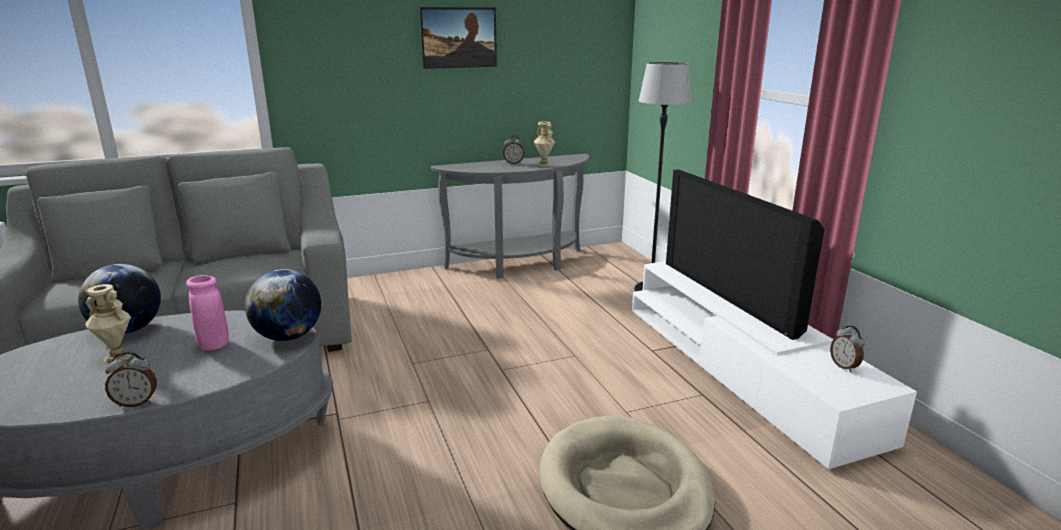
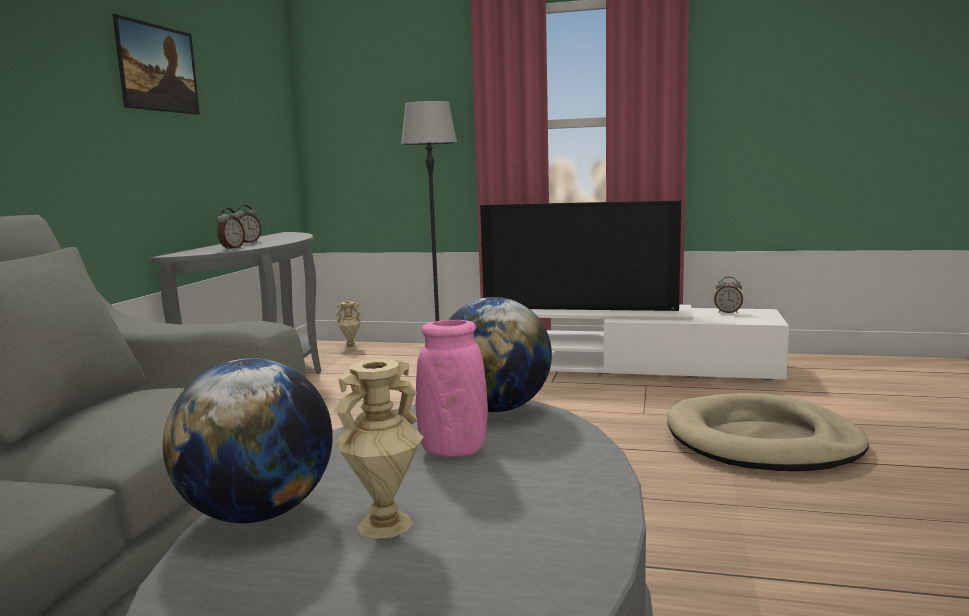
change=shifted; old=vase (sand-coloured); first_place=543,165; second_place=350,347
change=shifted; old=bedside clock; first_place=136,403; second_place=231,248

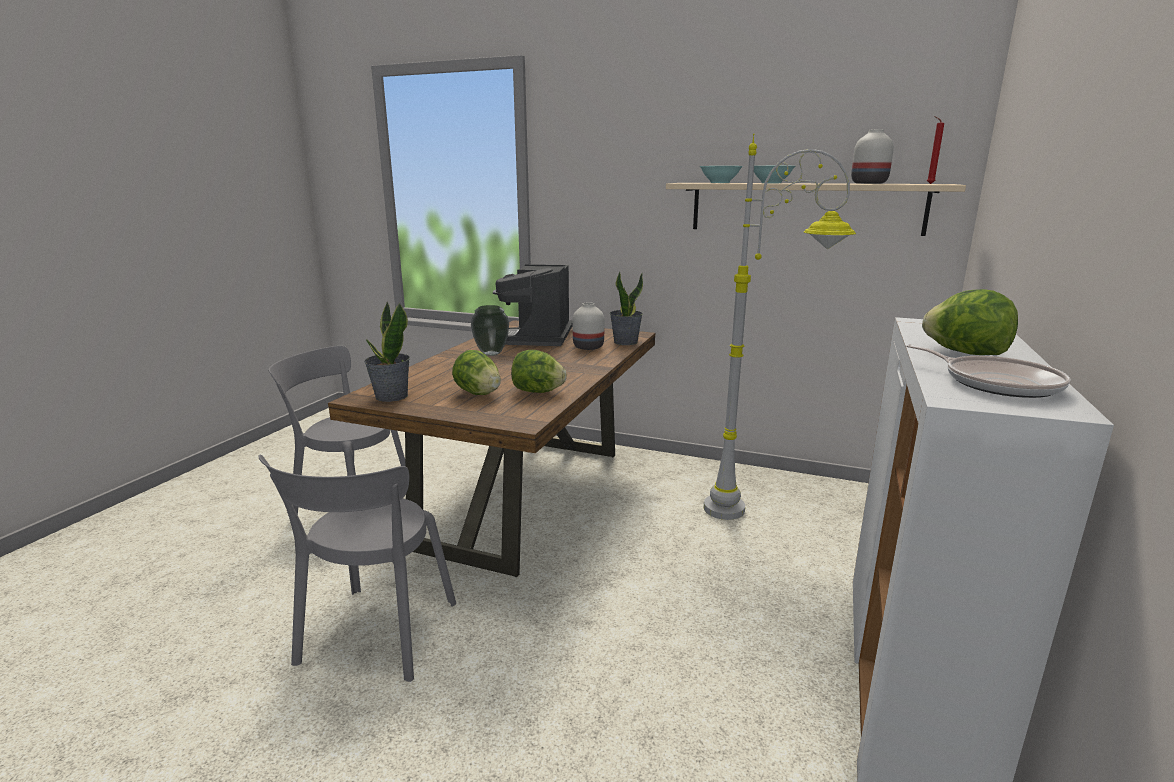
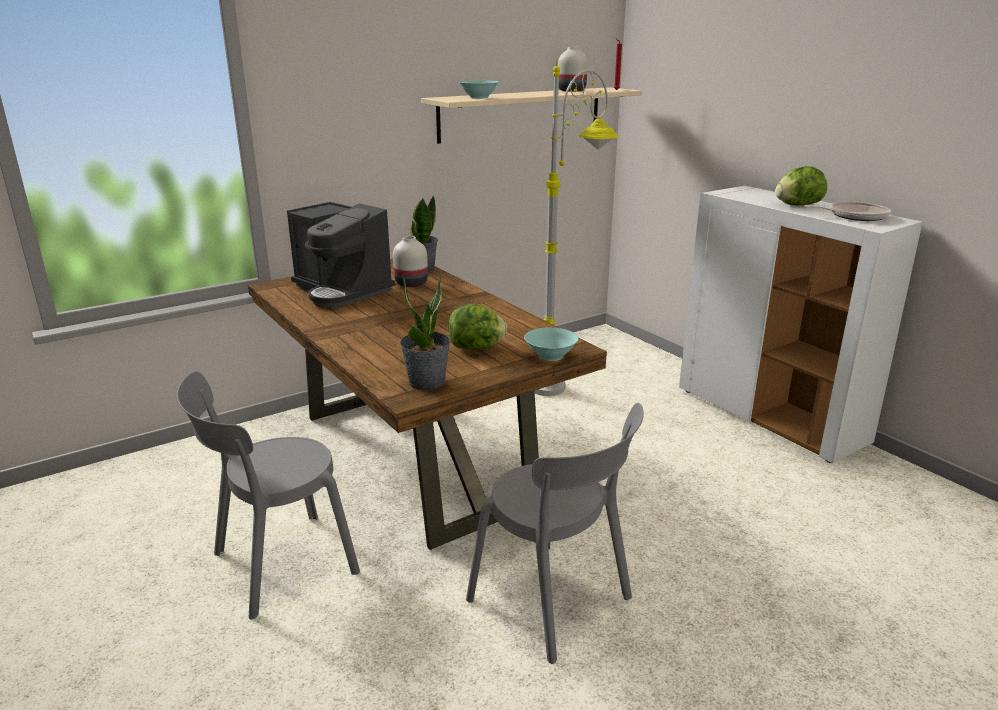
change=shifted; old=bowl (turquoise-coloured); first_place=771,183; second_place=550,356
change=gone; old=vase; first_place=491,354
change=gone; old=lettuce; first_place=537,392

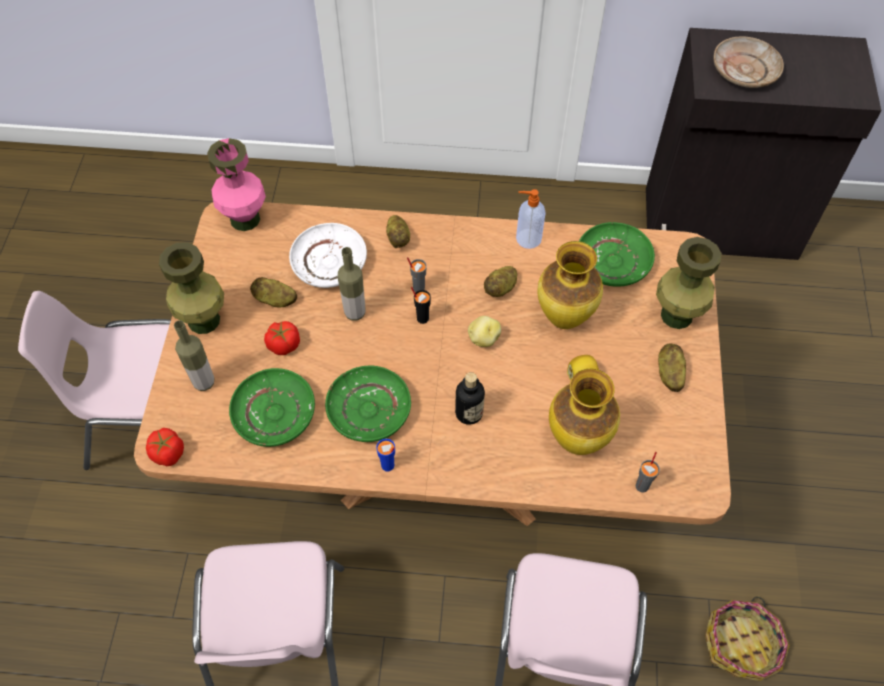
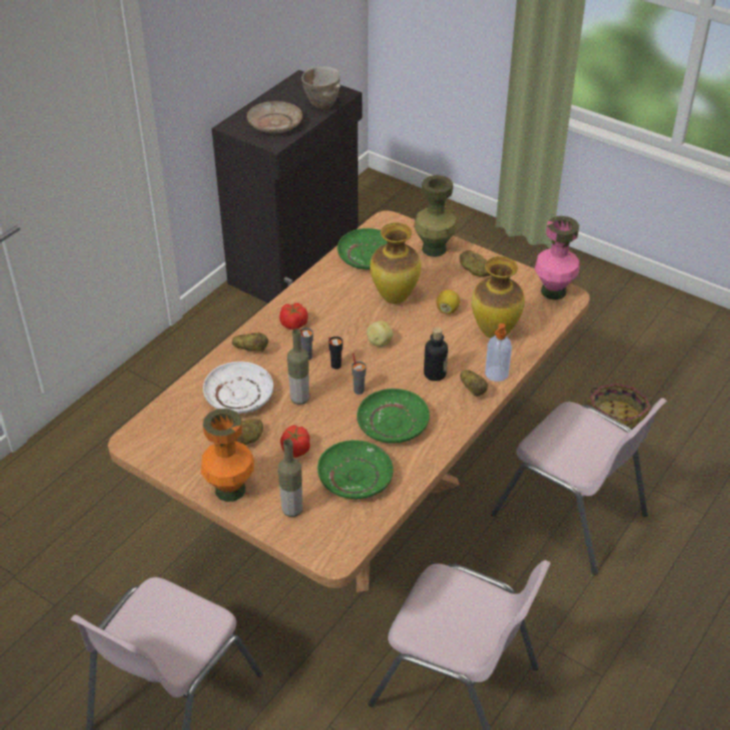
change=shifted; old=vase (pink); first_place=244,219; second_place=553,291
change=shifted; old=soap bottle; first_place=527,239; second_place=496,374
change=repainted; old=vase (green); new=vase (orange); first_place=204,320; second_place=230,489
change=shifted; old=potato; first_place=501,288; second_place=473,390
change=shifted; old=whole tomato; first_place=168,453; second_place=294,324
change=gone; old=cup (blue); first_place=388,466
change=shifted; old=cup (grey); first_place=642,486; second_place=359,390
change=new; new=bowl; second_place=321,105

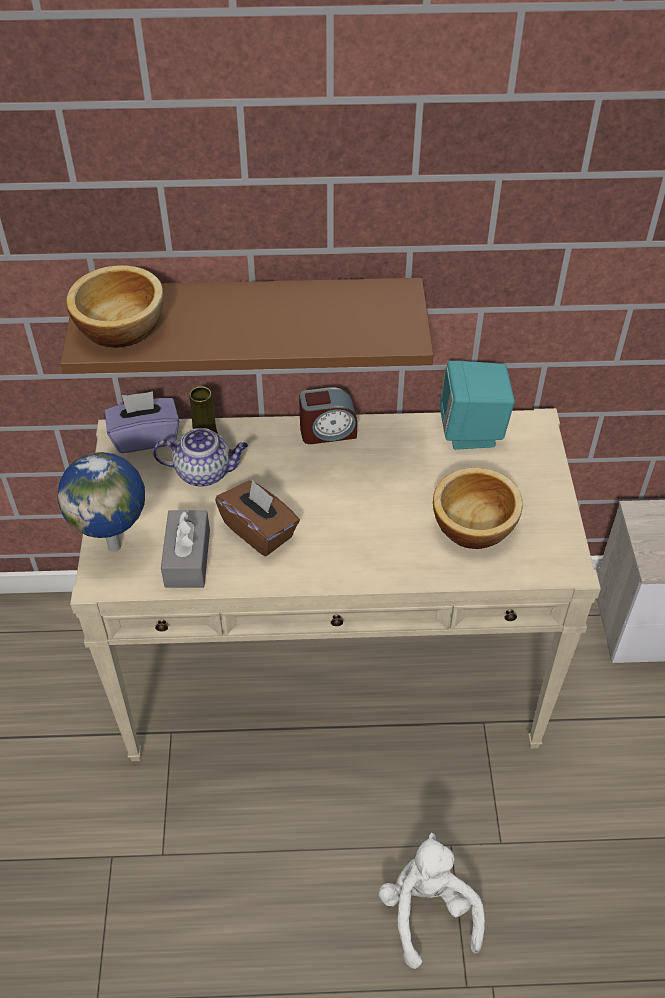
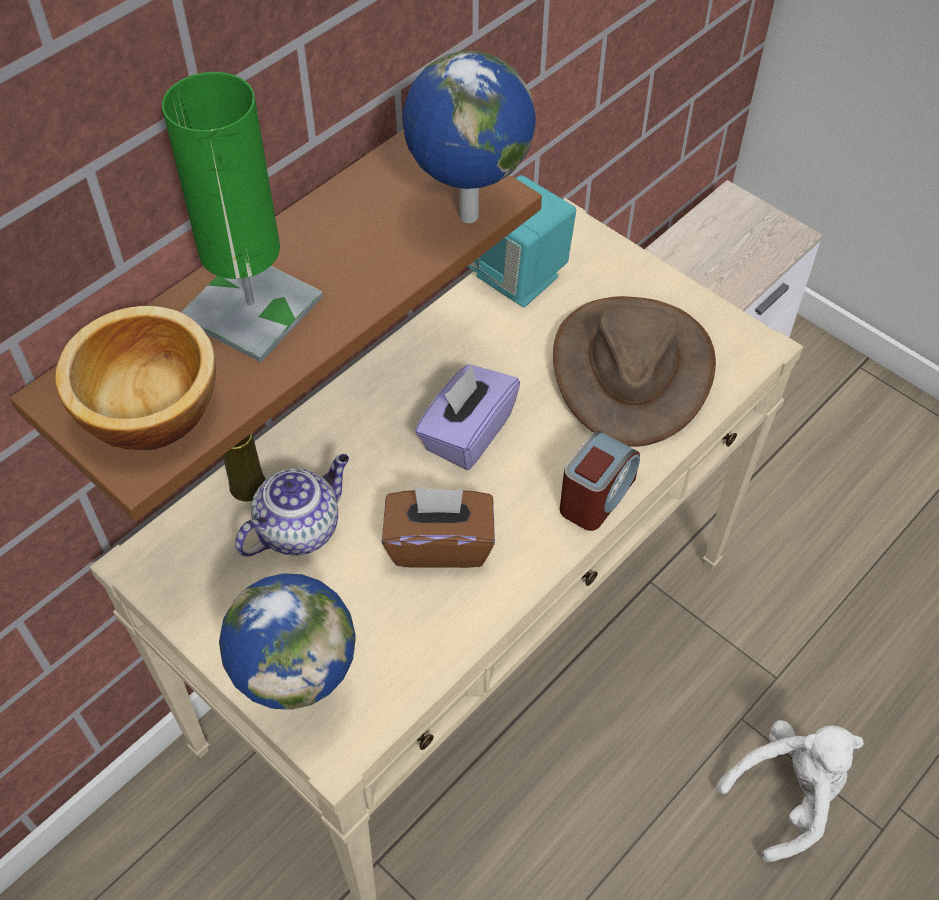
change=shifted; old=bedside clock; first_place=327,431; second_place=596,496
change=shifted; old=tissue holder (purple-coloured); first_place=145,437; second_place=467,433
change=swapped; old=bowl; new=hat (brown-coloured); first_place=473,524; second_place=631,369
change=gone; old=tissue holder (grey); first_place=187,558
change=rotated; old=soft toy (white); first_place=428,911; second_place=787,796; degrees=120
change=new; new=globe; second_place=466,216
change=new; new=tabletop lamp (green); second_place=251,308

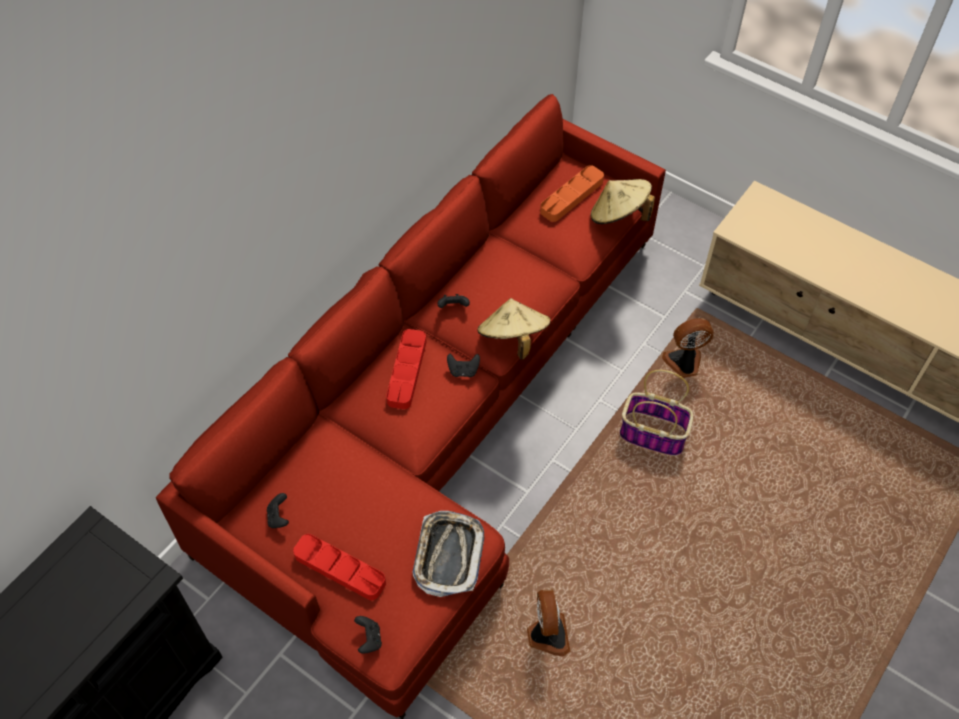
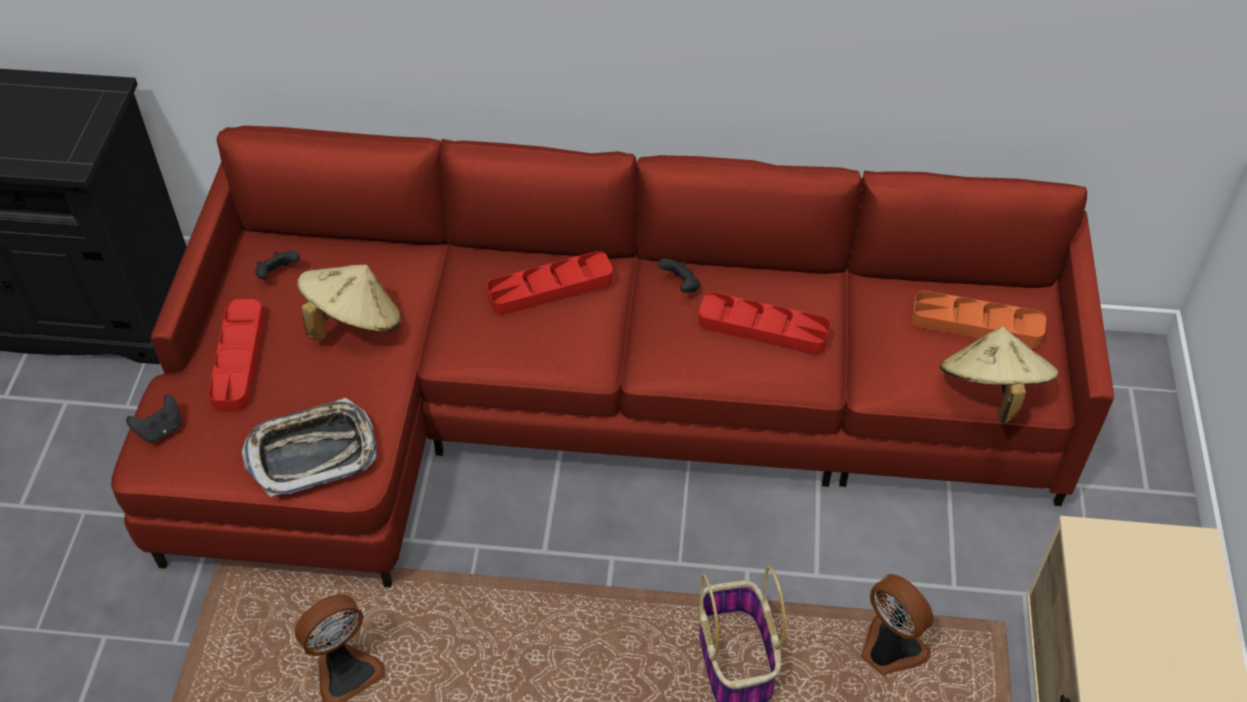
change=shifted; old=hat (sand-coloured); first_place=513,339; second_place=354,323
change=gone; old=game controller (black); first_place=463,371
change=new; new=serving tray (reddish); second_place=763,328

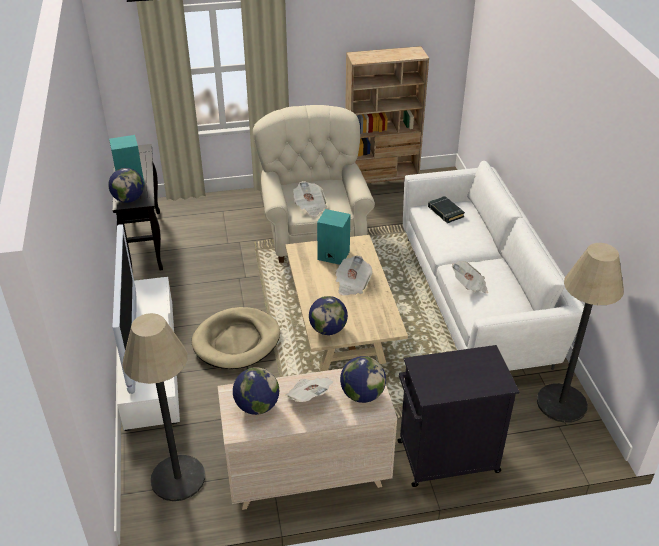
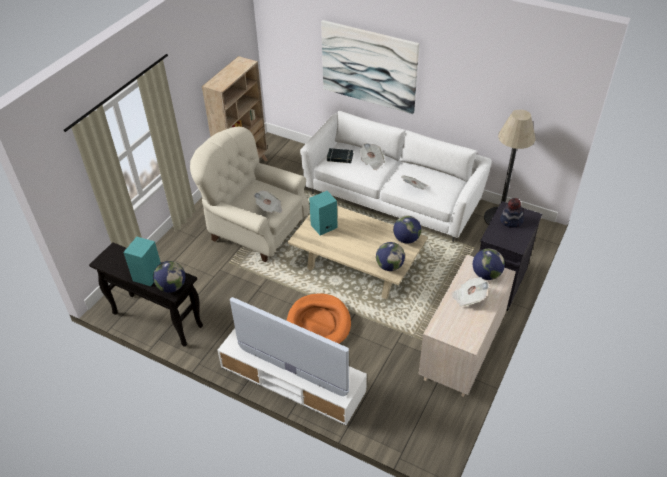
change=shifted; old=newspaper; first_place=352,284; second_place=372,162
change=repainted; old=pet bed (sand-coloured); new=pet bed (orange); first_place=237,341; second_place=318,324
change=gone; old=standard lamp; first_place=178,478
change=shifted; old=globe; first_place=257,406; second_place=406,239
change=new; new=picture; second_place=369,66
change=new; new=hat; second_place=511,221

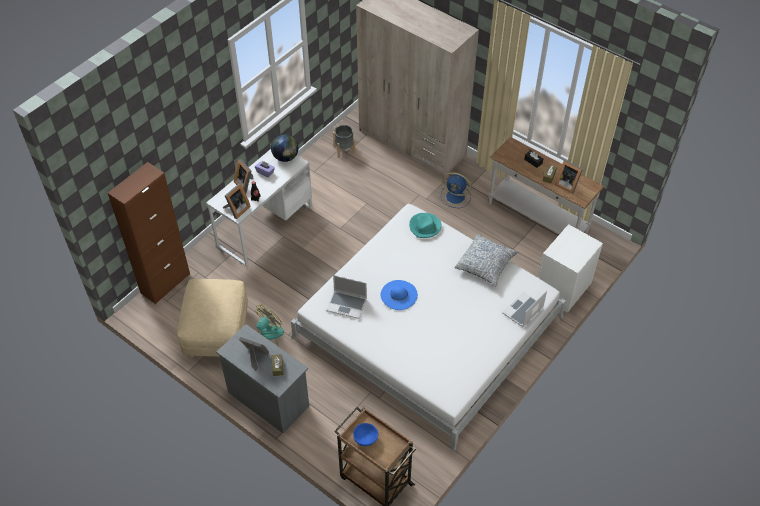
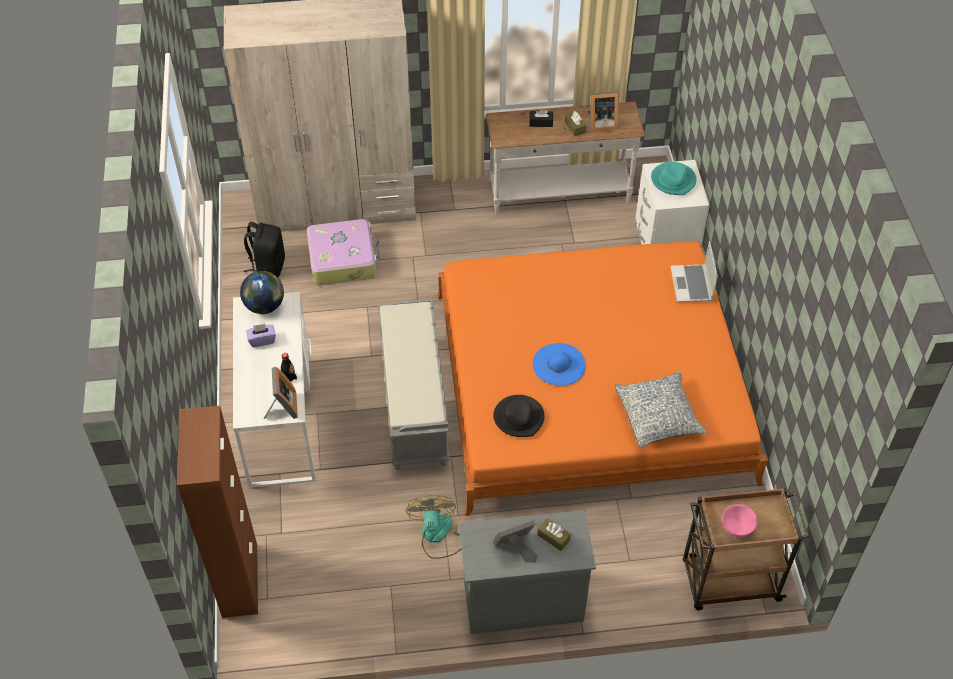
change=swapped; old=planter (grey); new=knapsack (black); first_place=344,150; second_place=268,267
change=gone; old=standing frame; first_place=245,184
change=gone; old=electric fan (blue); first_place=456,197
change=repainted; old=sleeping bed (white); new=sleeping bed (orange); first_place=428,327; second_place=590,385
change=shifted; old=hat (turquoise-coloured); first_place=425,227; second_place=673,180
change=shifted; old=throw pillow; first_place=485,264; second_place=658,416
change=swapped; old=notebook computer; new=hat (black); first_place=347,304; second_place=519,417
change=gone; old=pouffe (sand-coloured); first_place=216,332
change=repainted; old=bowl (blue); new=bowl (pink); first_place=365,439; second_place=737,527
change=new; new=travel case; second_place=343,259
change=new; new=bench (grey); second_place=415,403

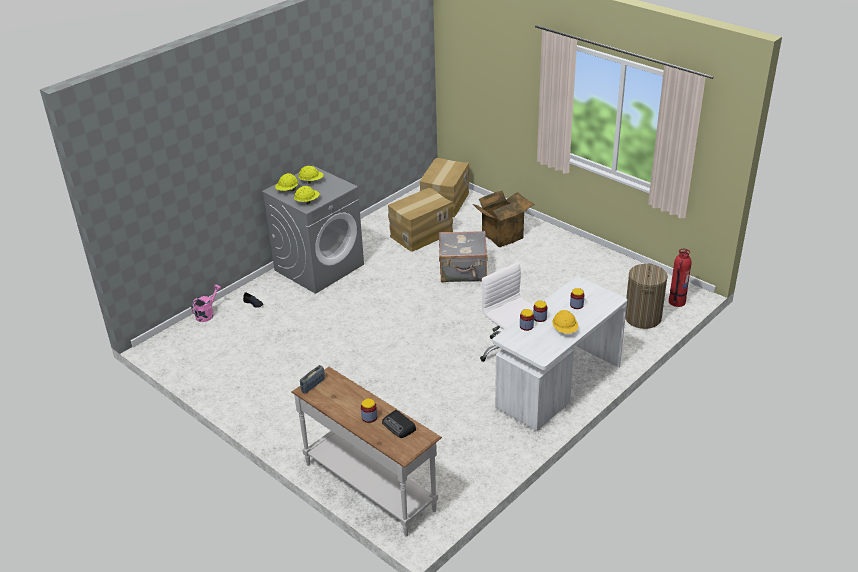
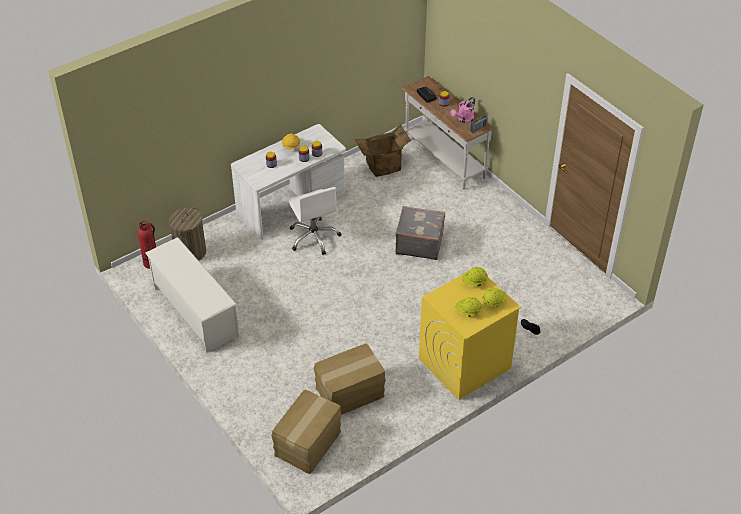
change=repainted; old=laundry appliance (grey); new=laundry appliance (yellowish); first_place=319,267; second_place=464,364
change=shifted; old=cardboard box; first_place=502,235; second_place=383,166
change=shifted; old=travel case (grey); first_place=463,271; second_place=419,243
change=shifted; old=watering can (pink); first_place=207,314; second_place=463,119
change=new; new=shoe shelf (white); second_place=195,312

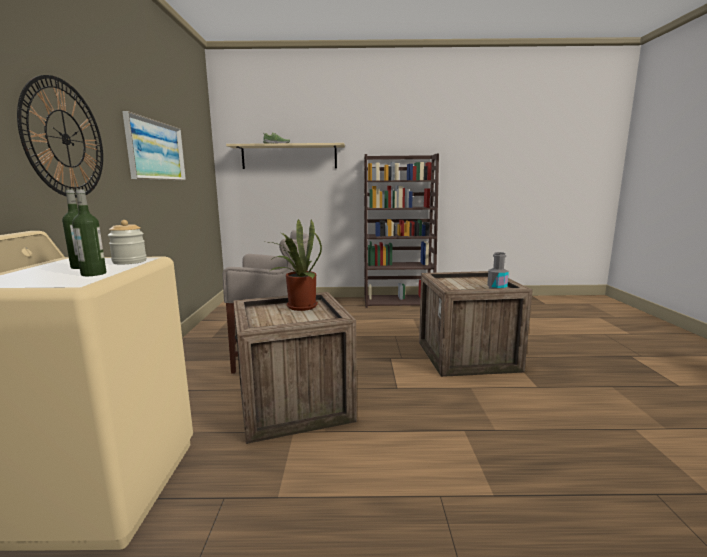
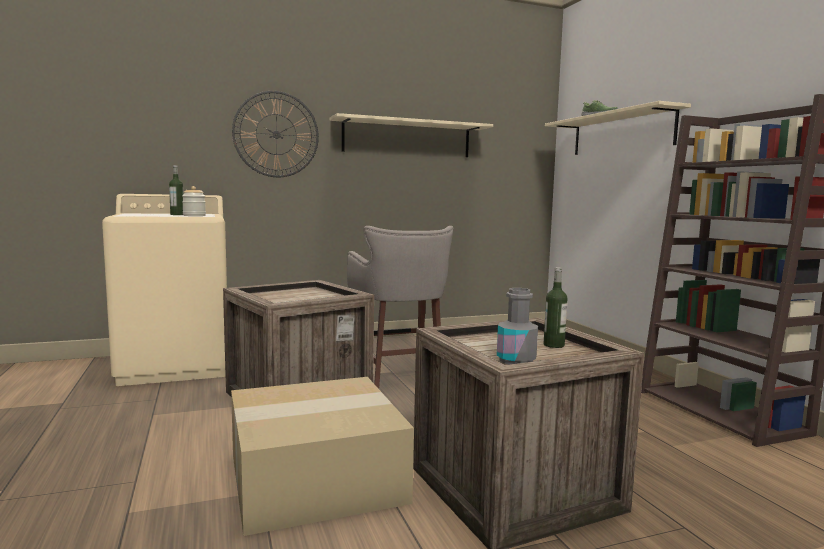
change=swapped; old=picture; new=shelf (sand-coloured); first_place=156,150; second_place=407,138
change=shifted; old=drink bottle; first_place=93,274; second_place=553,345
change=gone; old=potted plant; first_place=298,306
change=new; new=cardboard box; second_place=317,476

